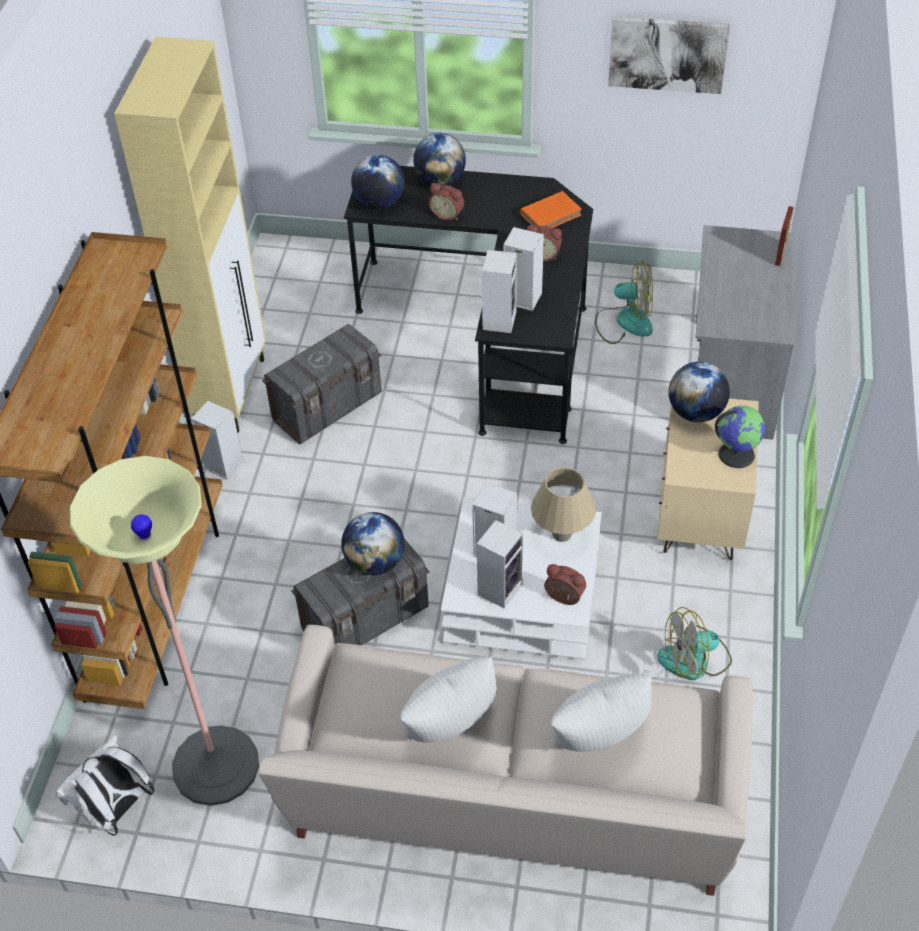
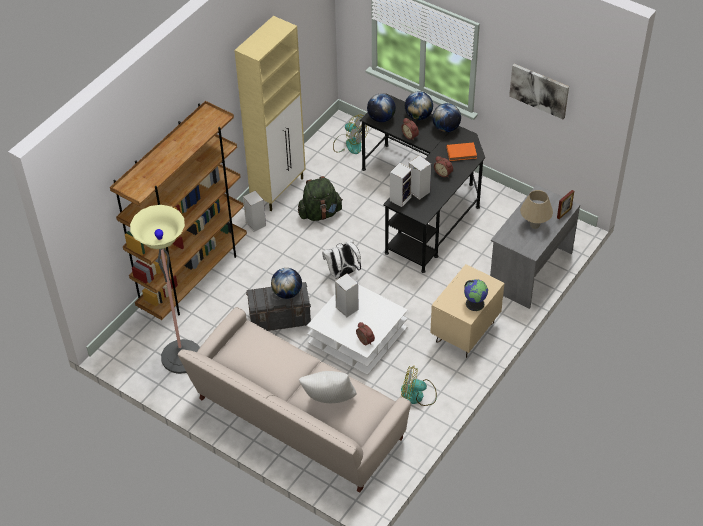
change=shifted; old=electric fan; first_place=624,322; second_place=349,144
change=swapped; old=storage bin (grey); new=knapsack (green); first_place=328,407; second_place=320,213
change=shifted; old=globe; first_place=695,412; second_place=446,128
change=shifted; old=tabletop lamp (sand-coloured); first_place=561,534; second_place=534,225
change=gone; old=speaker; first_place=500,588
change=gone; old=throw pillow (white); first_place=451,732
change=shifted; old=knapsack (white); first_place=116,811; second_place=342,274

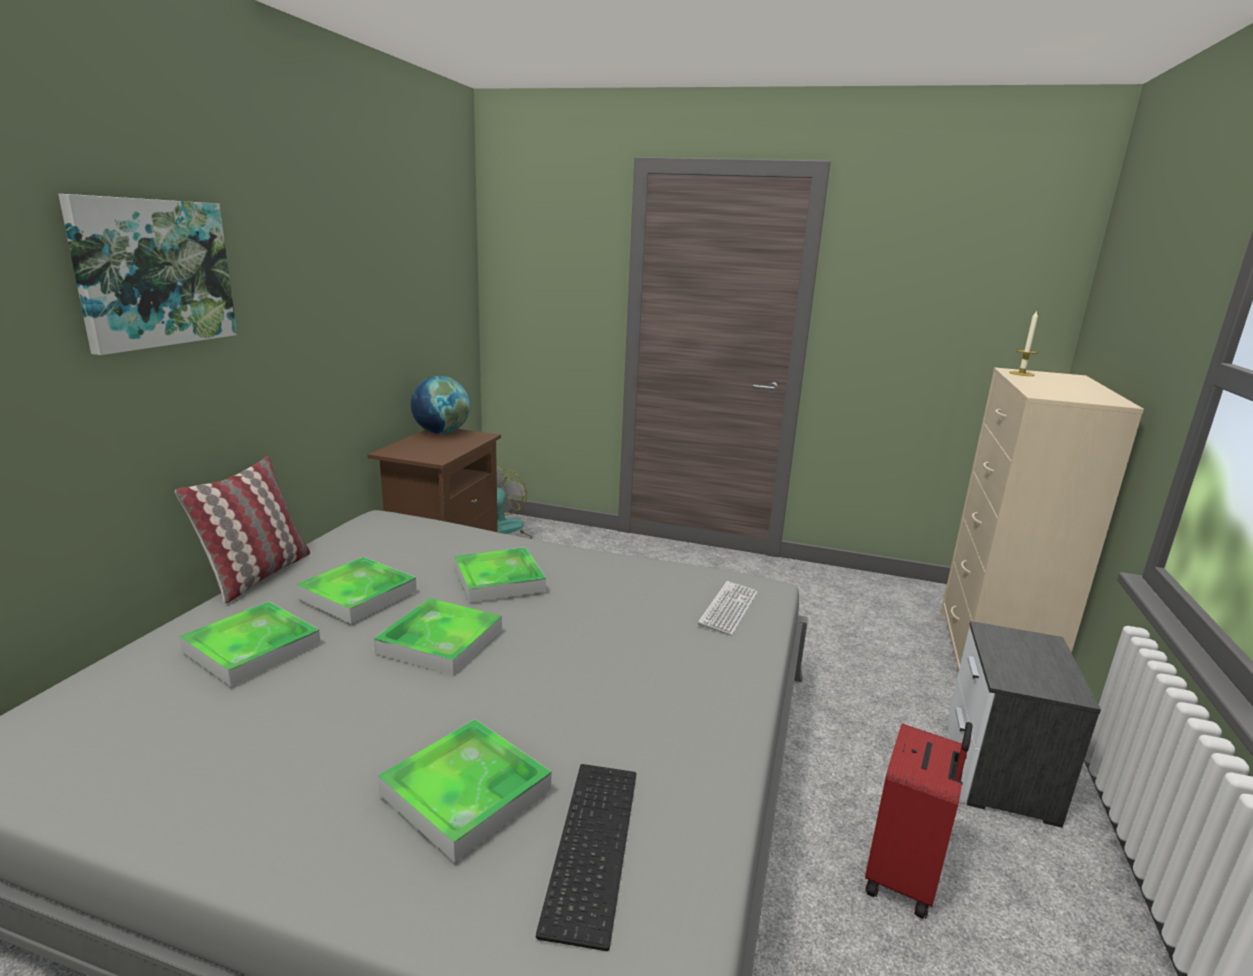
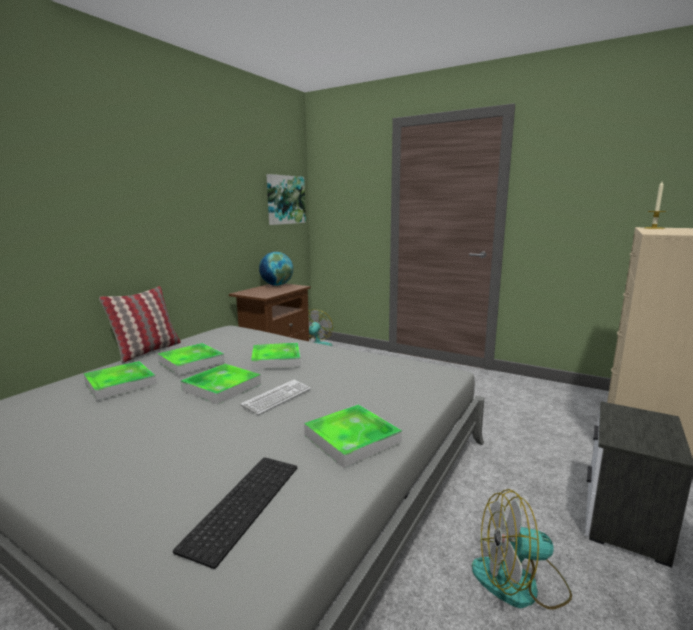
change=shifted; old=picture; first_place=154,273; second_place=285,200
change=shifted; old=keyboard; first_place=728,609; second_place=277,397
change=shifted; old=serving tray; first_place=466,792; second_place=352,439
change=swapped; old=travel case (reddish); new=electric fan; first_place=904,877; second_place=520,582

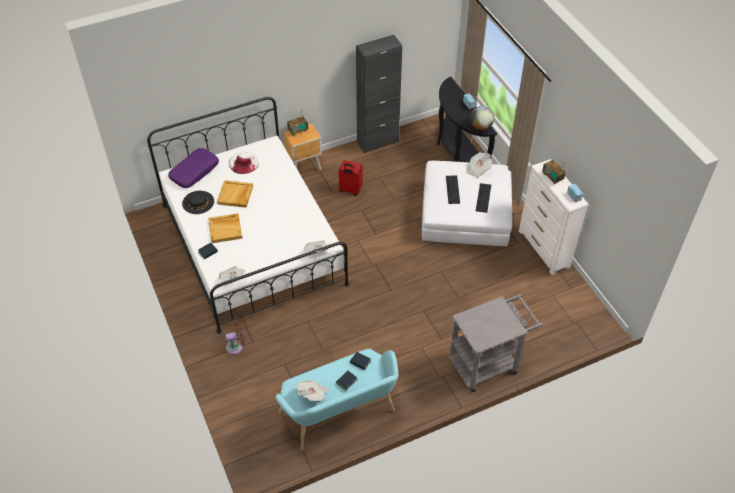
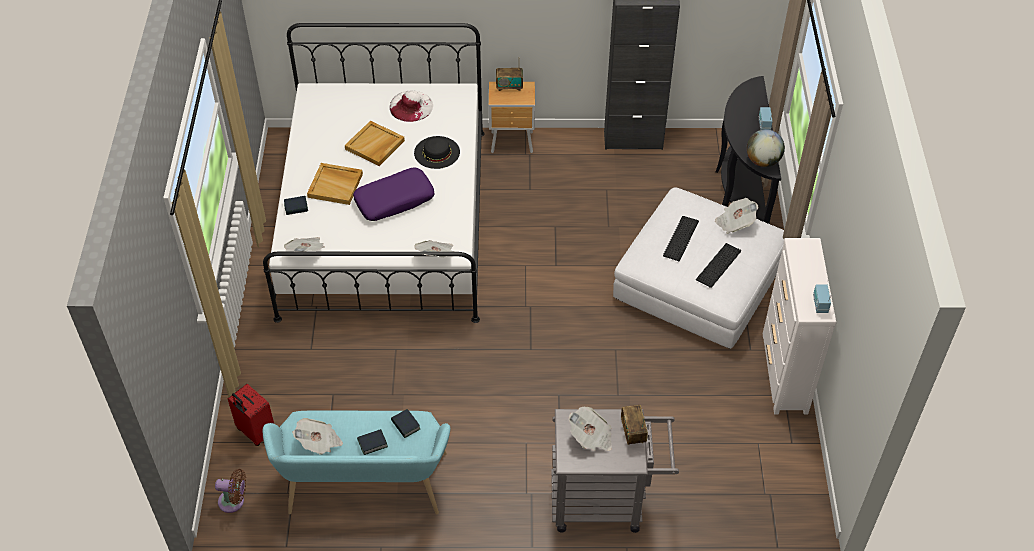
change=shifted; old=throw pillow (purple-coloured); first_place=194,172; second_place=394,200
change=shifted; old=travel case (reddish); first_place=350,190; second_place=255,432
change=shifted; old=radio; first_place=552,177; second_place=633,432
change=shifted; old=hat (black); first_place=198,202; second_place=437,152
change=shifted; old=electric fan (brown-coloured); first_place=236,347; second_place=234,501
change=new; new=newspaper; second_place=591,437

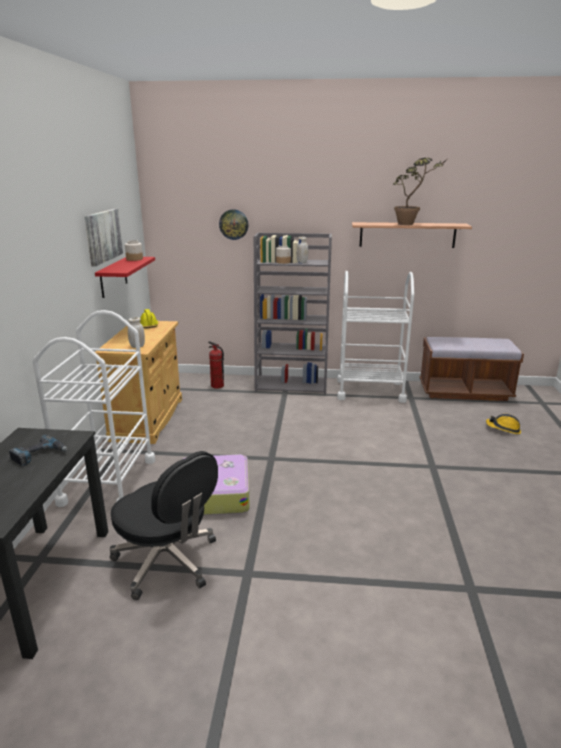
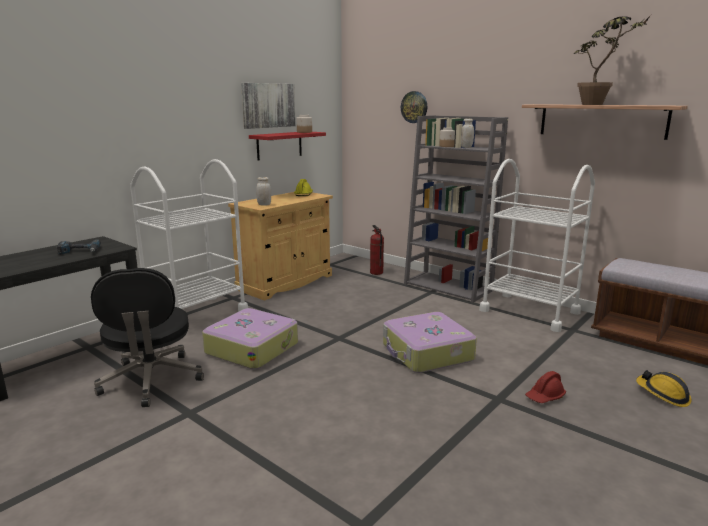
change=new; new=travel case; second_place=426,353
change=new; new=safety helmet (reddish); second_place=545,397

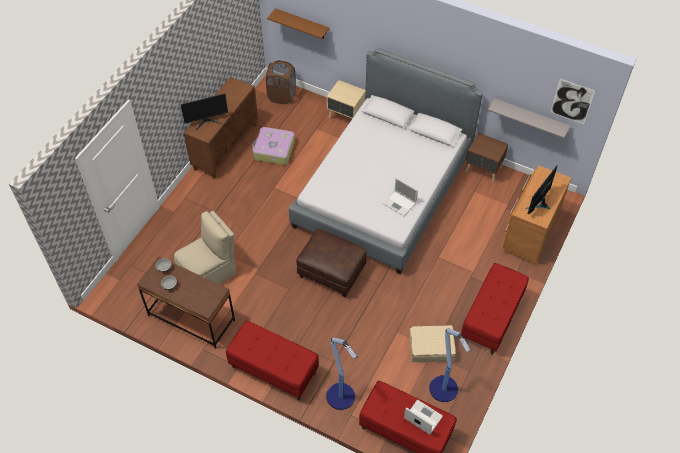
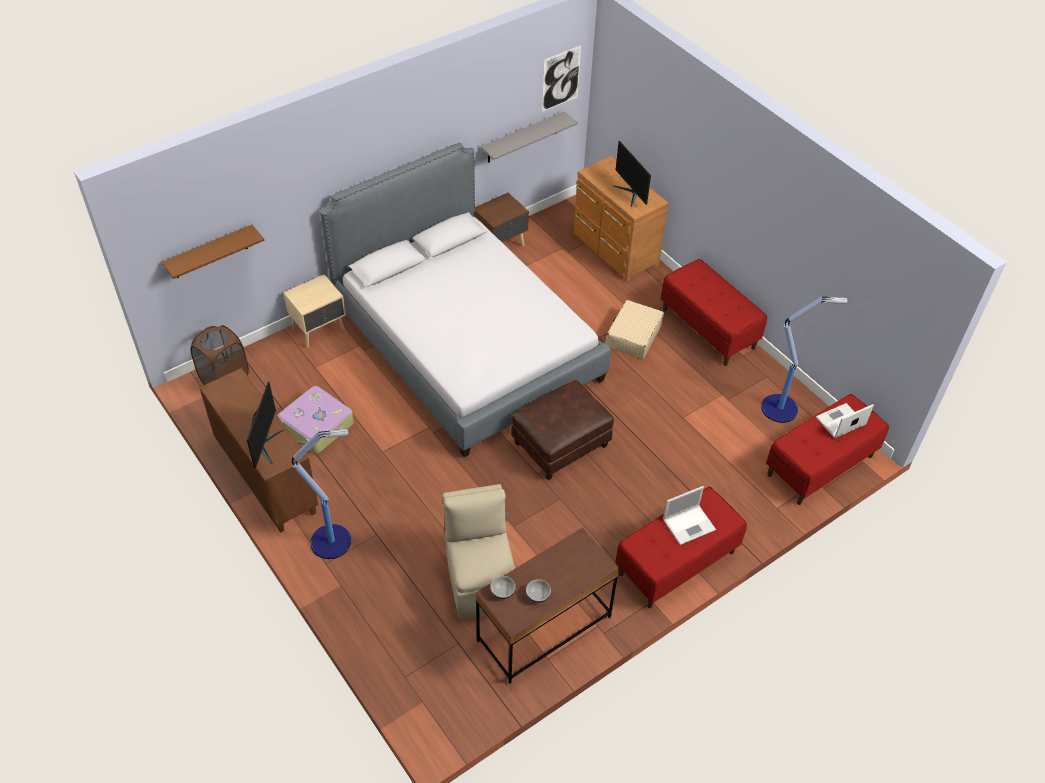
change=shifted; old=notebook computer; first_place=400,203; second_place=689,524
change=shifted; old=travel case (sand-coloured); first_place=431,347; second_place=633,336
change=shifted; old=standard lamp; first_place=341,397; second_place=332,541

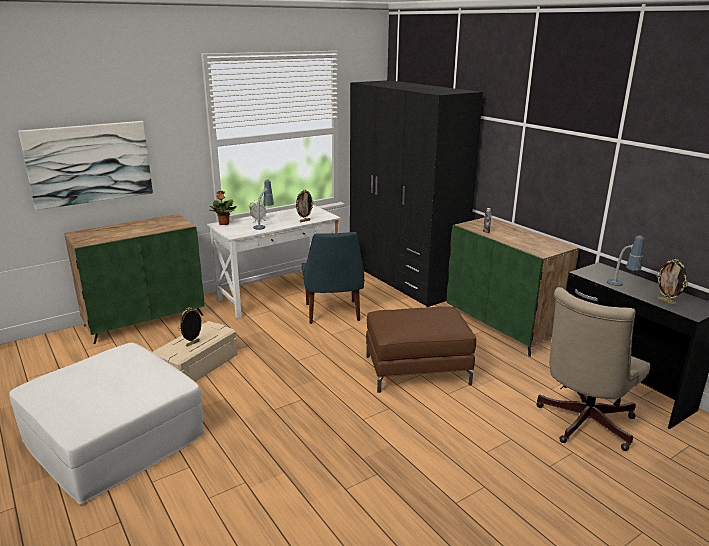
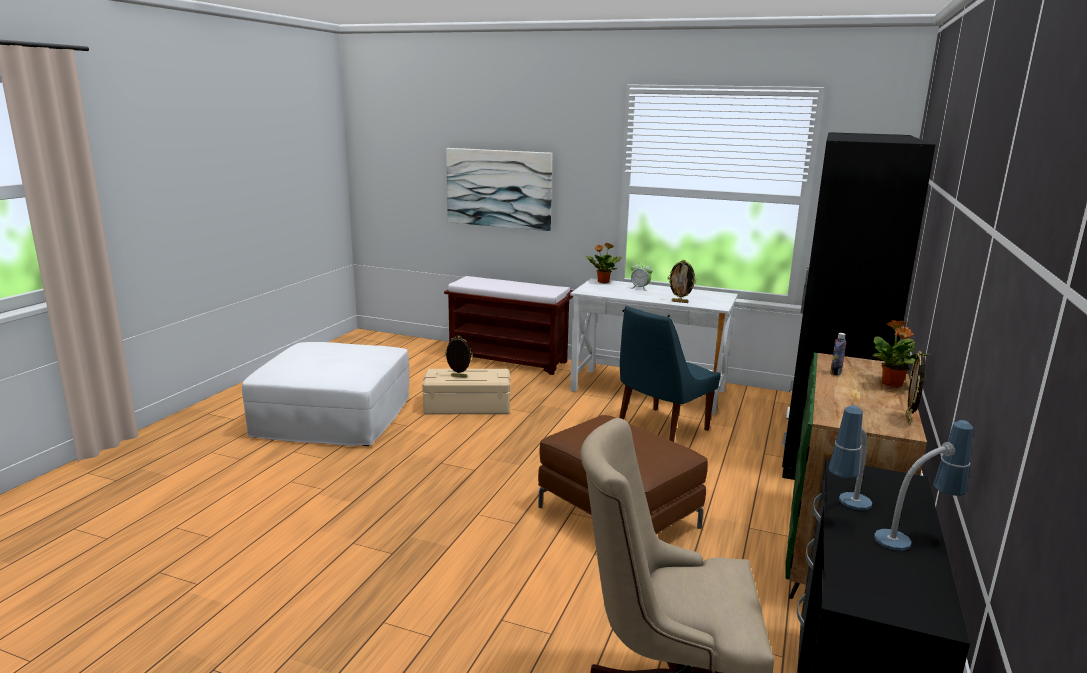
change=shifted; old=tabletop lamp; first_place=264,225; second_place=914,539
change=swapped; old=cabinet (green); new=bench (brown-coloured); first_place=145,320; second_place=509,360
change=shifted; old=standing frame; first_place=667,302; second_place=909,420
change=new; new=potted plant; second_place=891,384

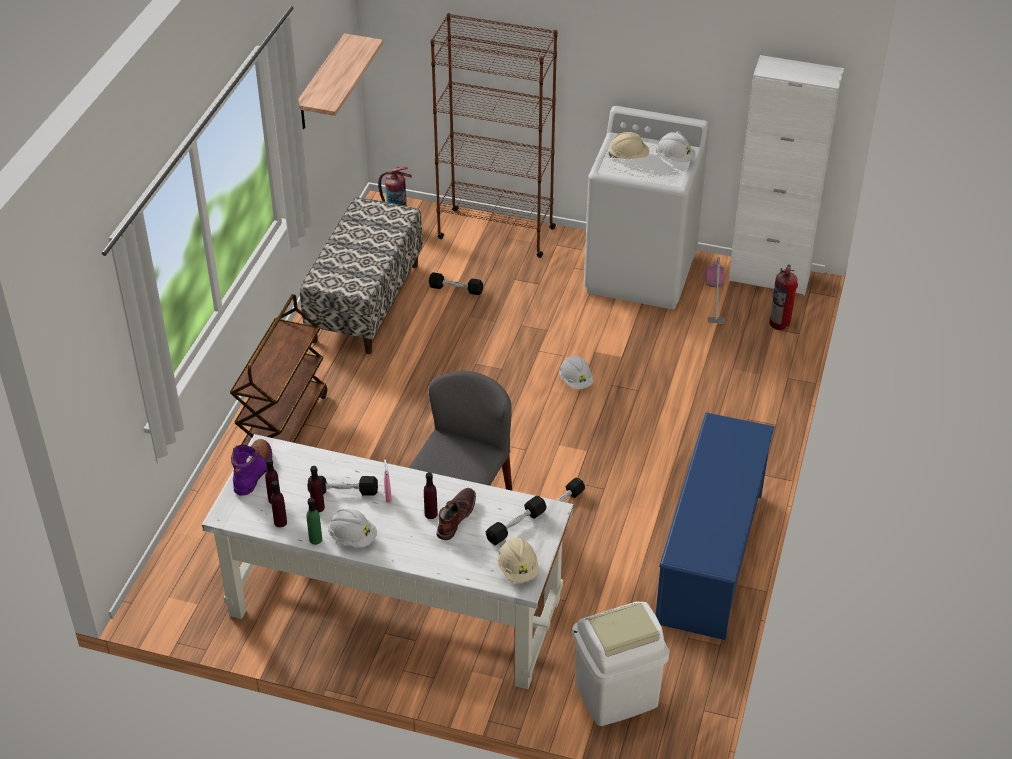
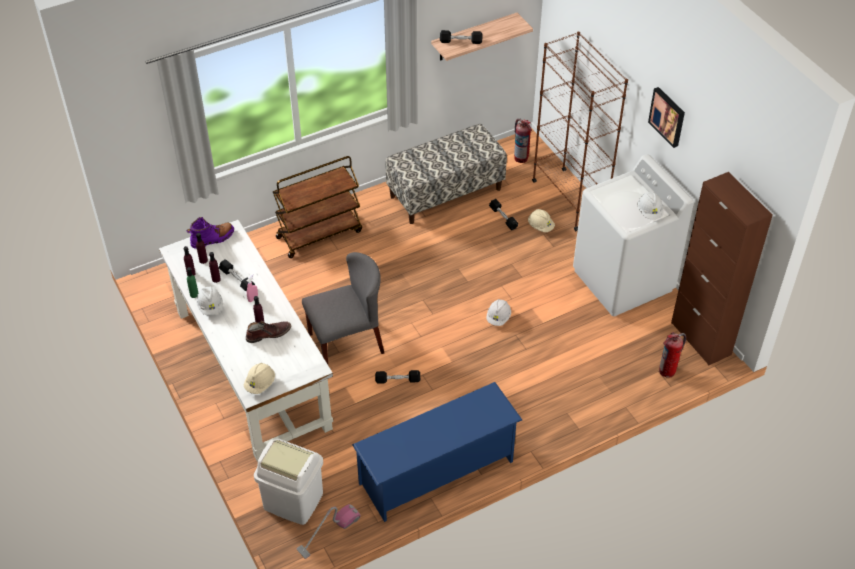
change=repainted; old=cabinet (white); new=cabinet (brown-coloured); first_place=769,277; second_place=700,338
change=shifted; old=safety helmet (sand-coloured); first_place=628,156; second_place=540,226
change=shifted; old=vacuum cleaner; first_place=714,297; second_place=328,533
change=shifted; old=free weight (black); first_place=516,526; second_place=461,41
change=new; new=picture; second_place=668,116

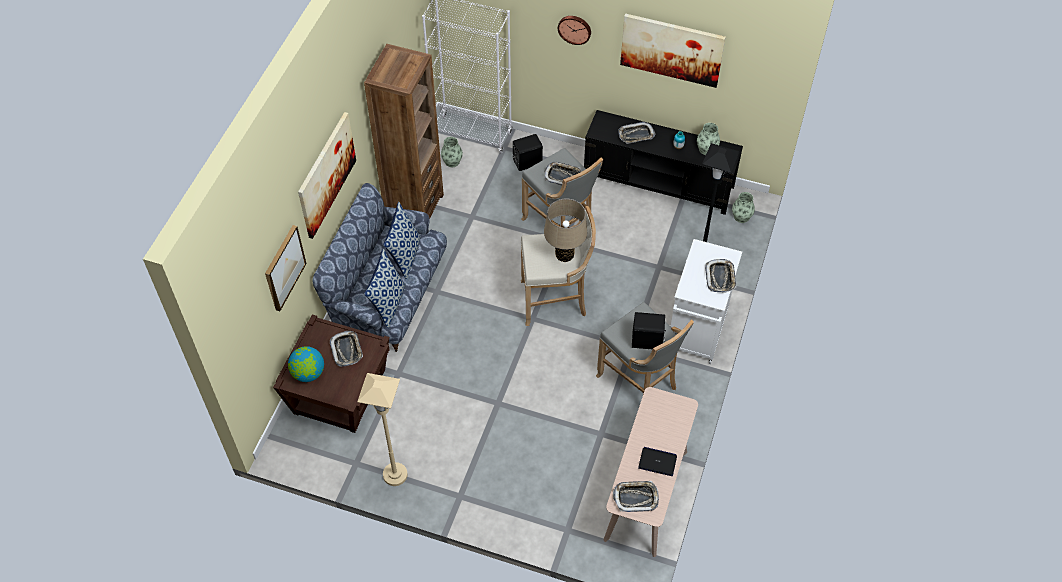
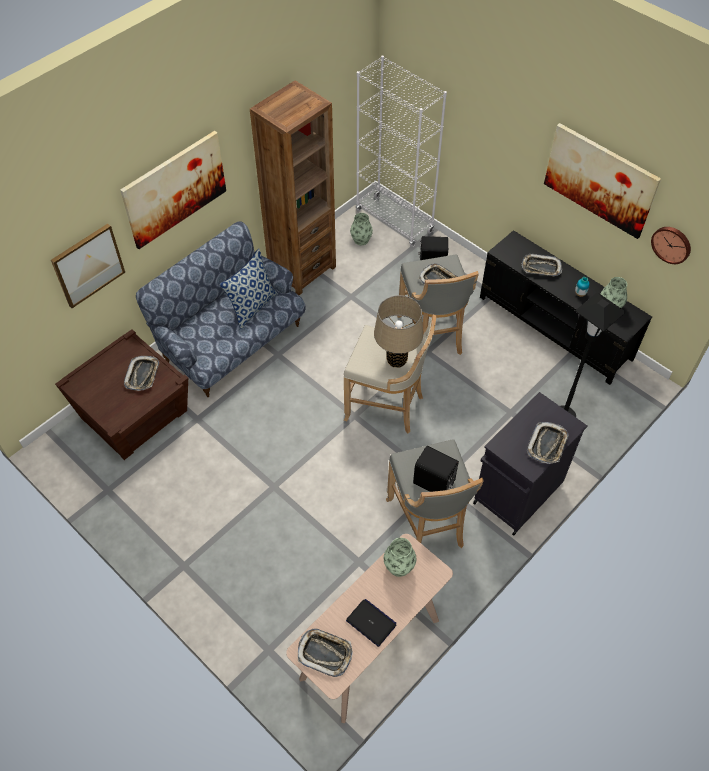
change=shifted; old=hanging clock; first_place=575,29; second_place=672,244
change=shifted; old=vase; first_place=741,217; second_place=399,566
change=repainted; old=cabinet (white); new=cabinet (black); first_place=696,331; second_place=516,494
change=gone; old=throw pillow; first_place=388,303
change=gone; old=globe; first_place=308,373
change=gone; old=standard lamp (sand-coloured); first_place=395,475

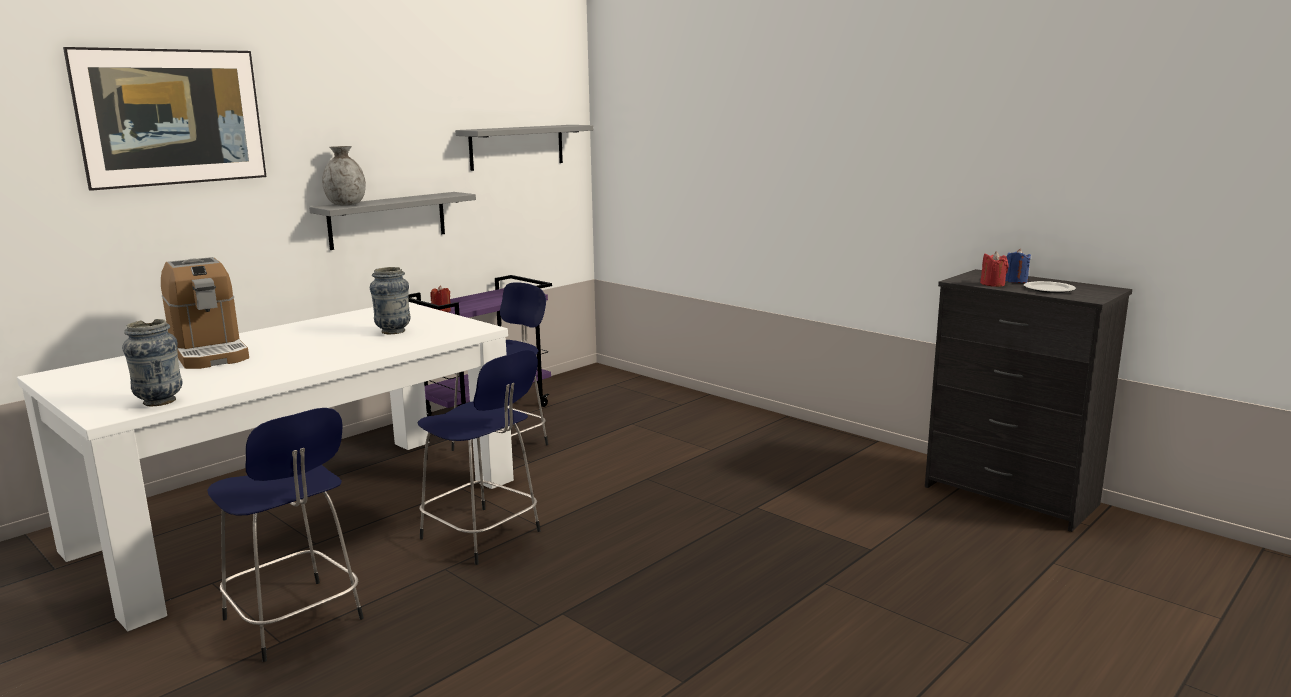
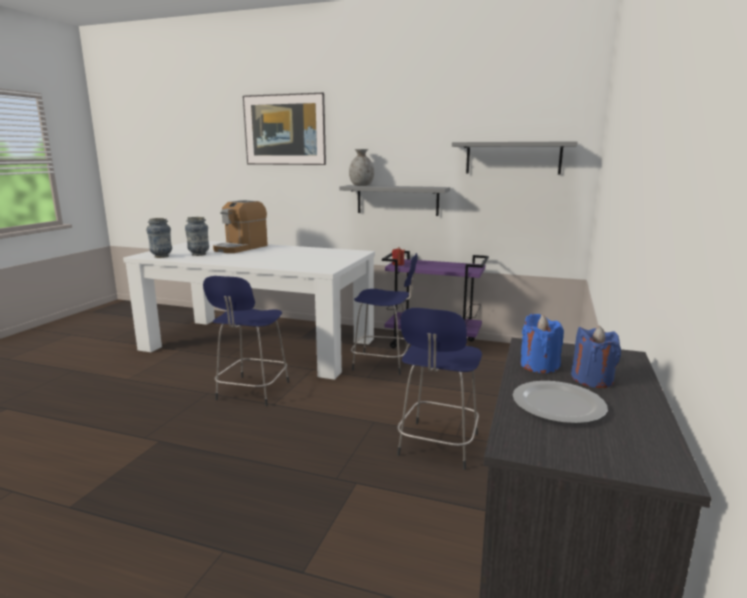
change=repainted; old=wax light (reddish); new=wax light (blue); first_place=992,284; second_place=539,365
change=shifted; old=vase; first_place=393,331; second_place=199,254
change=shifted; old=sitting stool (blue); first_place=295,621; second_place=437,446

